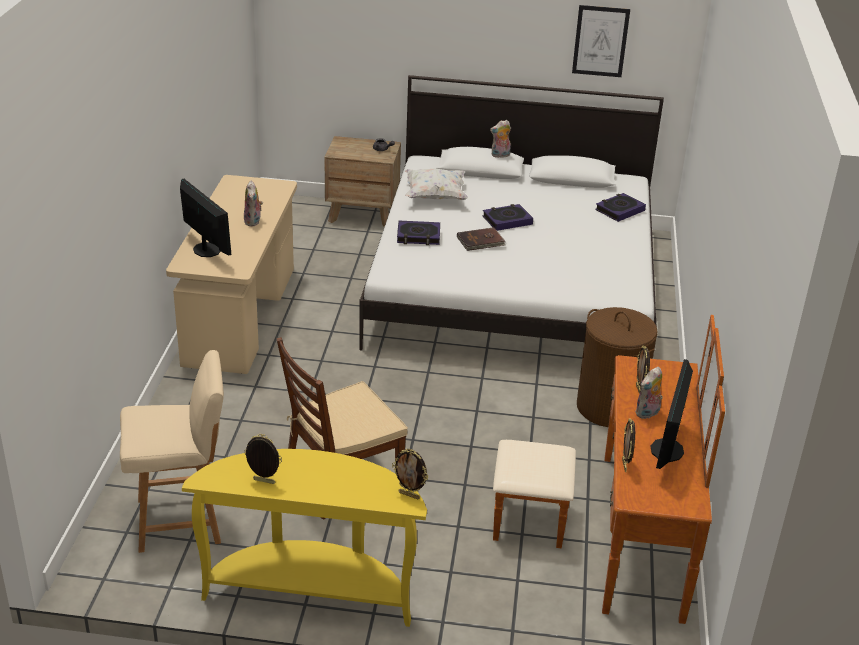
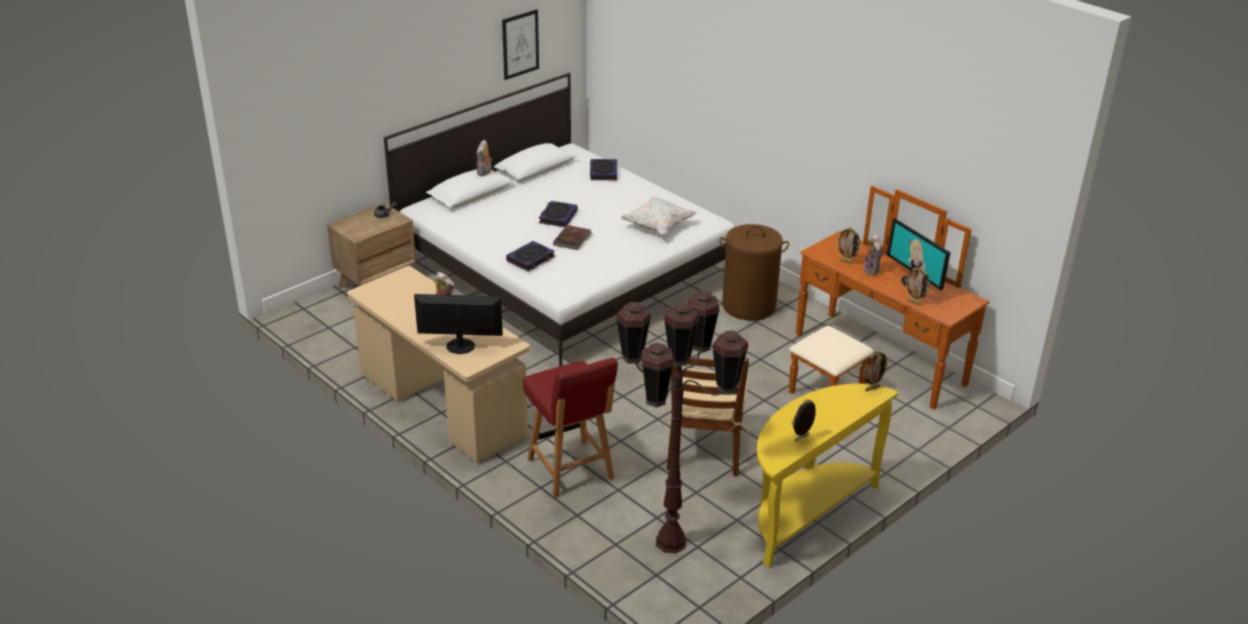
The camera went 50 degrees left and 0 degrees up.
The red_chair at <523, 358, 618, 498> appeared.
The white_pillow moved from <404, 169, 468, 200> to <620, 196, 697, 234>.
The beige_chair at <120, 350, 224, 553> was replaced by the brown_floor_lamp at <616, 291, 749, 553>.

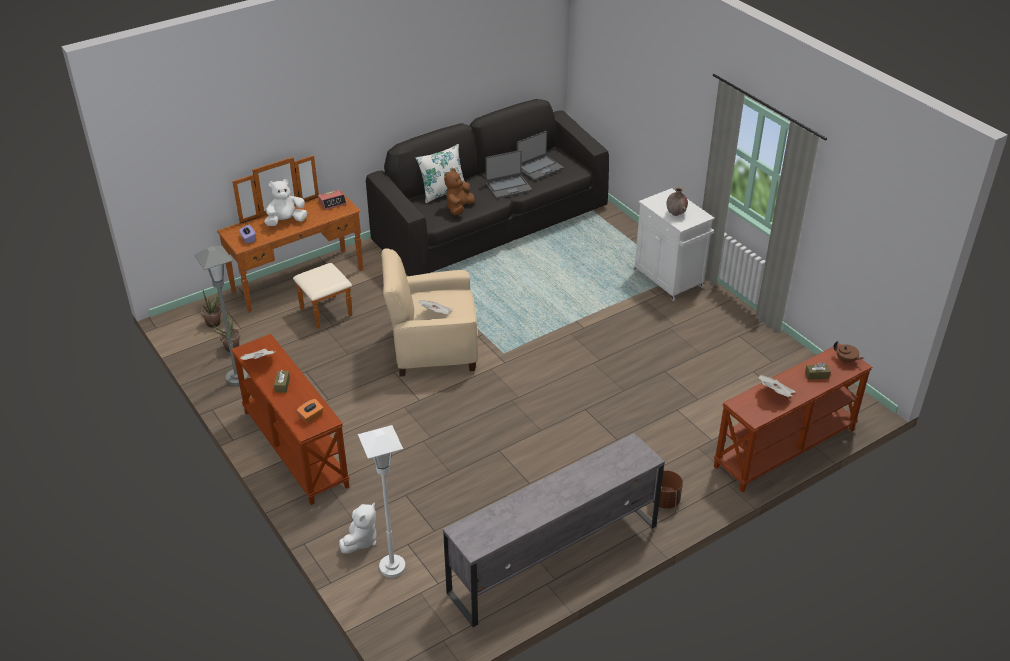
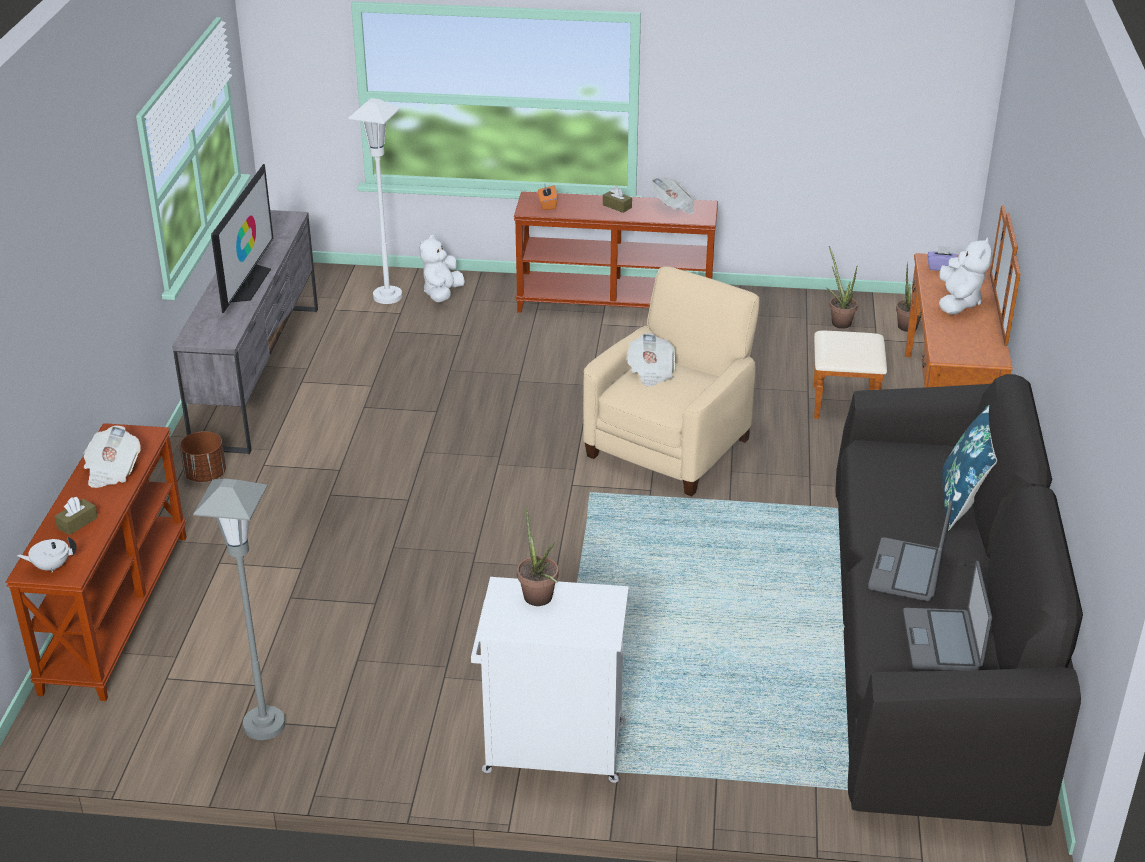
The camera went 130 degrees right and 5 degrees down.
The alarm_clock at <318, 190, 347, 210> disappeared.
The brown_plush_toy at <444, 168, 475, 215> disappeared.
The television at <211, 164, 274, 313> appeared.
The grey_floor_lamp moved from <194, 245, 248, 386> to <193, 479, 285, 740>.
The brown_vase at <666, 187, 688, 216> was replaced by the potted_plant at <517, 507, 558, 606>.
The white_pillow at <415, 144, 465, 203> became the blue_pillow at <942, 405, 997, 531>.
The brown_teapot at <833, 341, 864, 363> became the white_teapot at <17, 537, 76, 573>.
The white_plush_toy at <339, 502, 377, 554> turned 45 degrees clockwise.

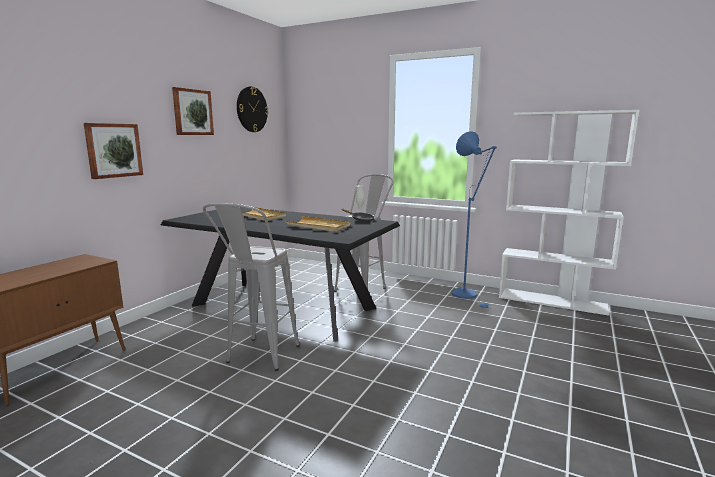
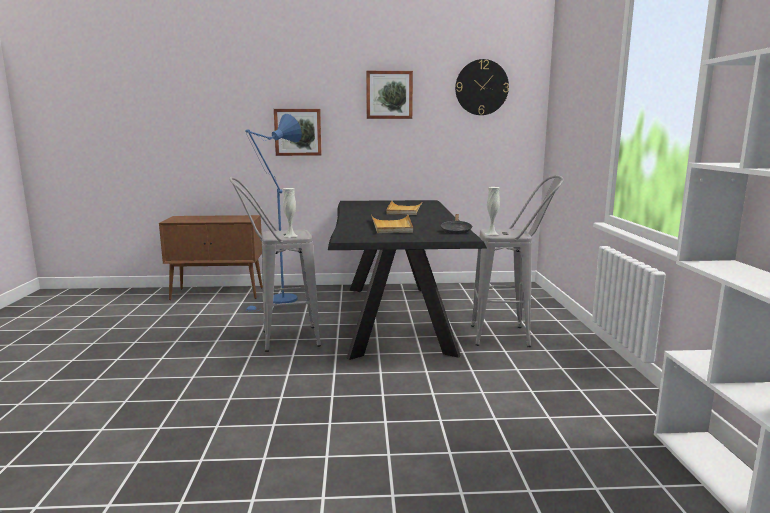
The camera went 60 degrees right and 0 degrees up.
The white_vase at <283, 188, 297, 238> appeared.
The blue_floor_lamp moved from <451, 131, 497, 309> to <246, 114, 302, 312>.

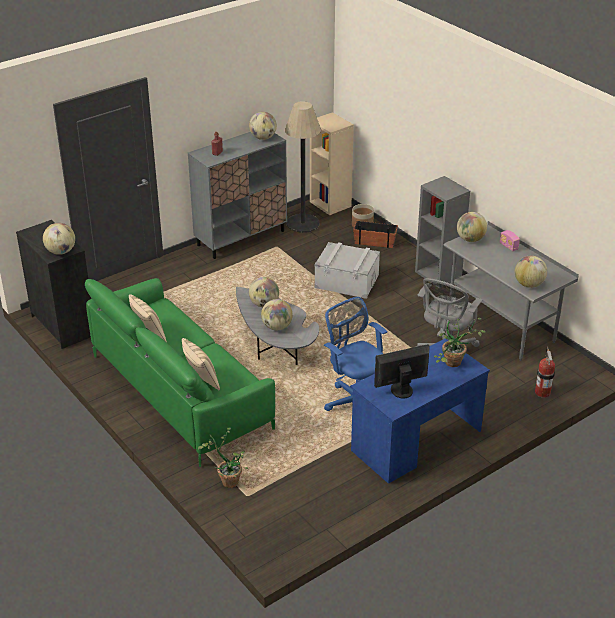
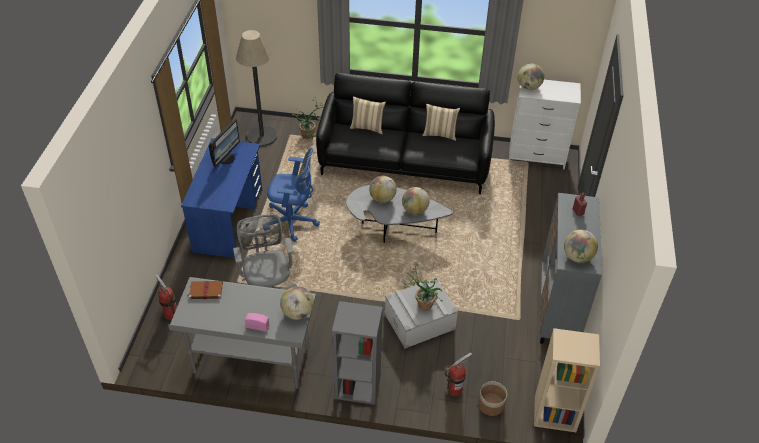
The camera went 135 degrees right and 10 degrees up.
The floor_lamp moved from <285, 101, 321, 233> to <236, 30, 277, 146>.
The potted_plant moved from <434, 318, 486, 367> to <403, 261, 442, 311>.
The planter at <353, 221, 398, 248> was replaced by the fire_extinguisher at <445, 352, 472, 396>.
The globe at <515, 256, 547, 288> was replaced by the brown_book at <187, 281, 223, 300>.
The black_dresser at <16, 220, 91, 349> became the white_dresser at <509, 80, 581, 169>.
The green_sofa at <85, 278, 275, 467> became the black_sofa at <316, 73, 495, 194>.

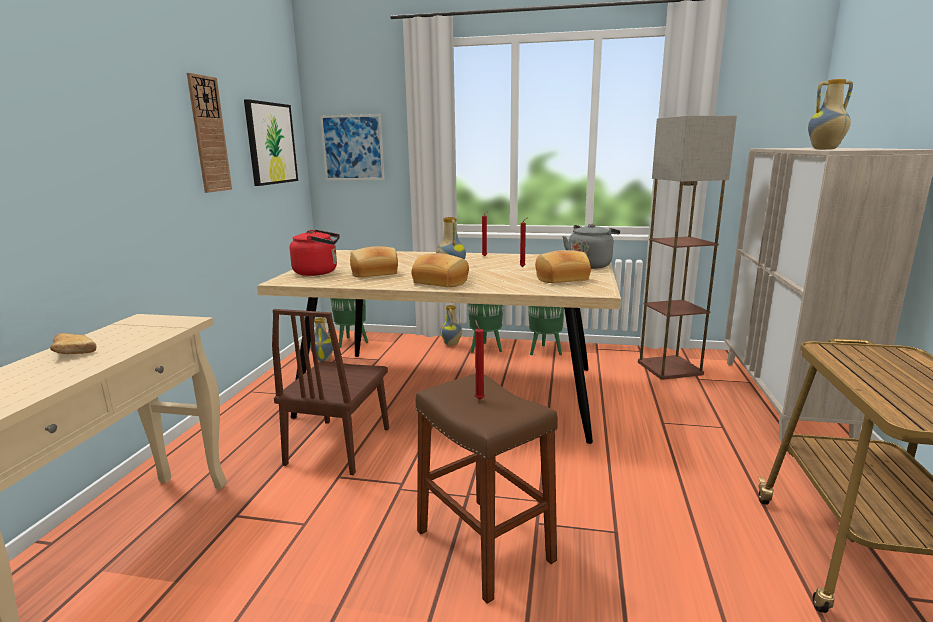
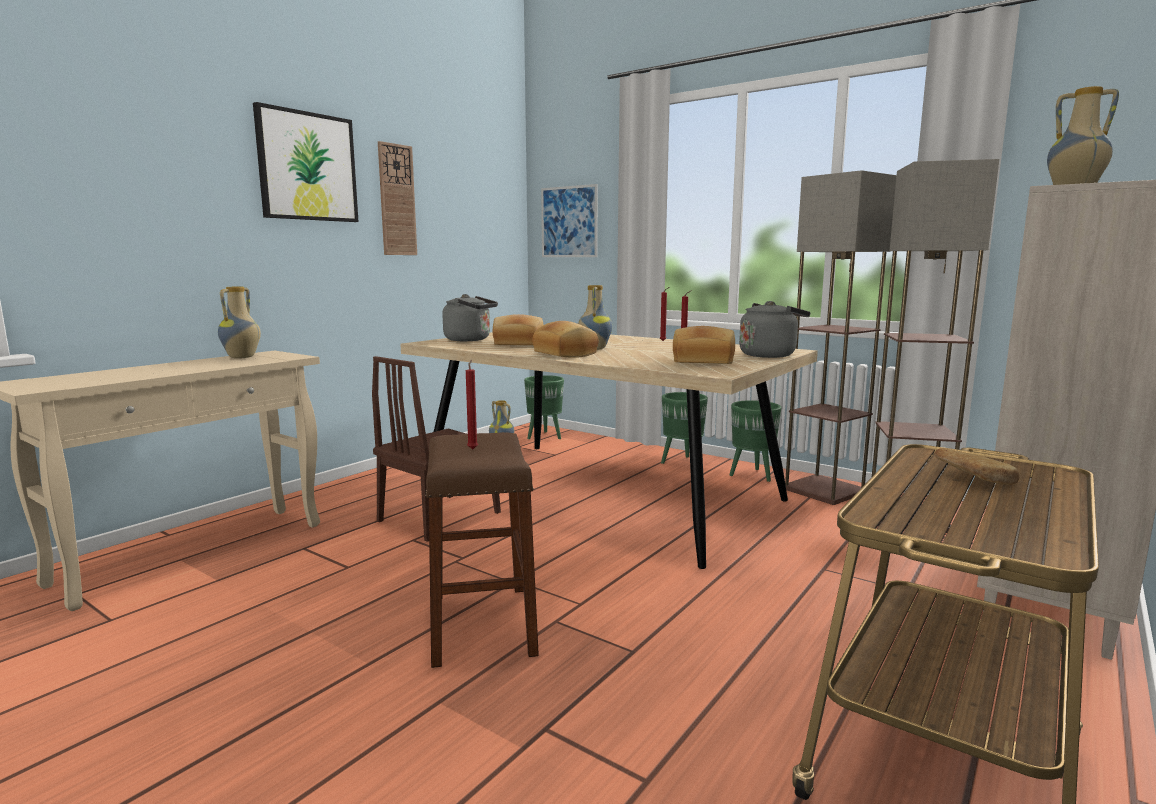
The camera went 25 degrees right and 5 degrees down.
The floor_lamp at <785, 170, 897, 505> appeared.
The bread moved from <50, 333, 97, 354> to <934, 448, 1020, 485>.
The picture moved from <244, 99, 298, 186> to <253, 102, 359, 222>.
The vase moved from <440, 305, 462, 346> to <218, 287, 261, 358>.
The red_kettle at <290, 230, 340, 276> became the grey_kettle at <442, 294, 498, 341>.

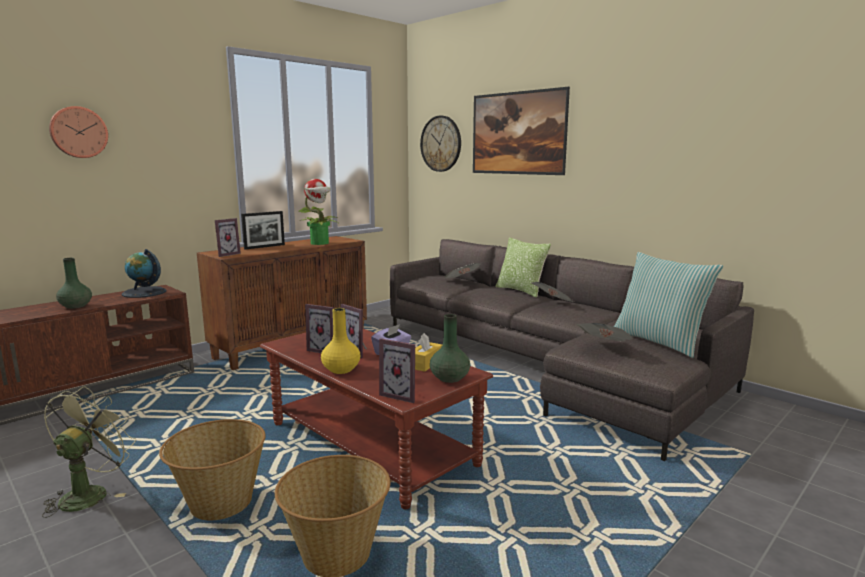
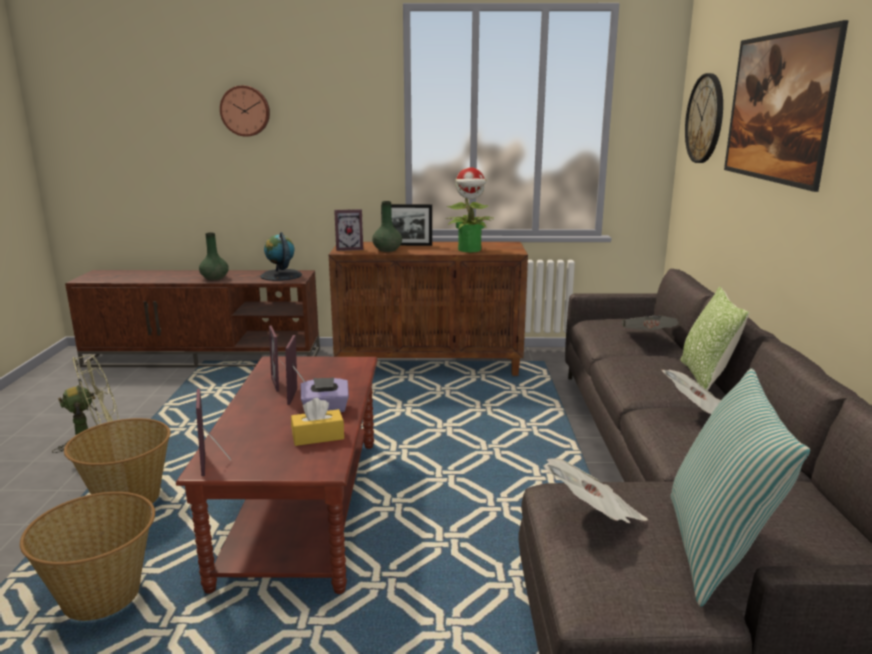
The camera went 45 degrees right and 5 degrees up.
The yellow_vase at <321, 308, 360, 374> disappeared.
The green_vase moved from <430, 314, 470, 383> to <372, 201, 402, 252>.

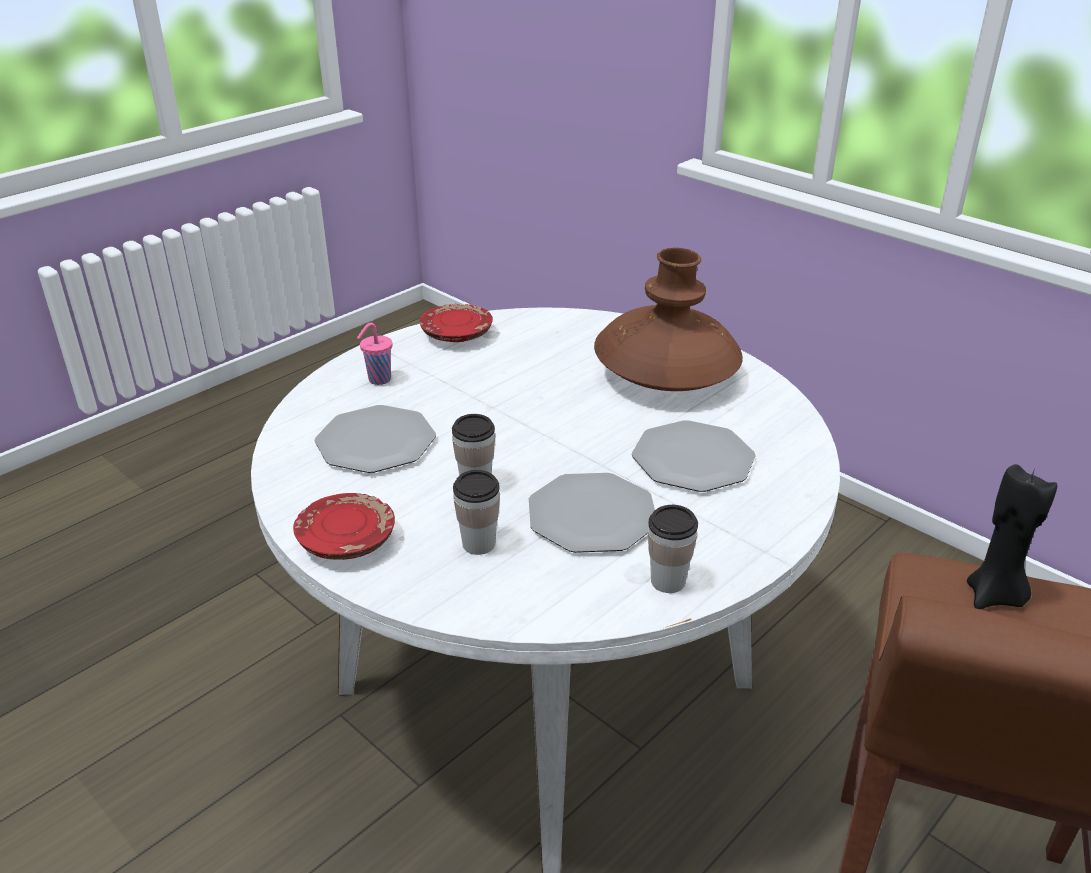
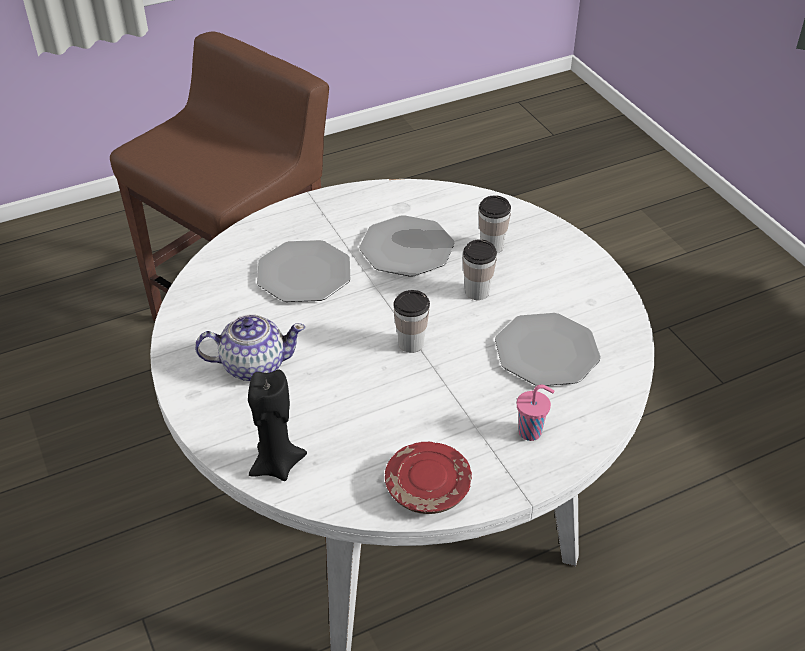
The camera went 160 degrees left and 10 degrees up.
The red_plate at <293, 493, 395, 560> disappeared.
The cup moved from <648, 505, 698, 593> to <393, 290, 430, 353>.
The black_candle moved from <967, 464, 1057, 609> to <248, 370, 307, 481>.
The brown_vase at <594, 248, 743, 391> was replaced by the teapot at <195, 314, 305, 381>.

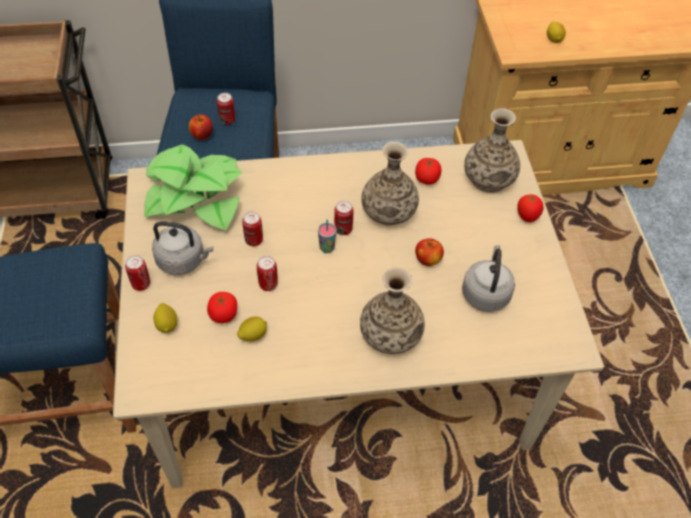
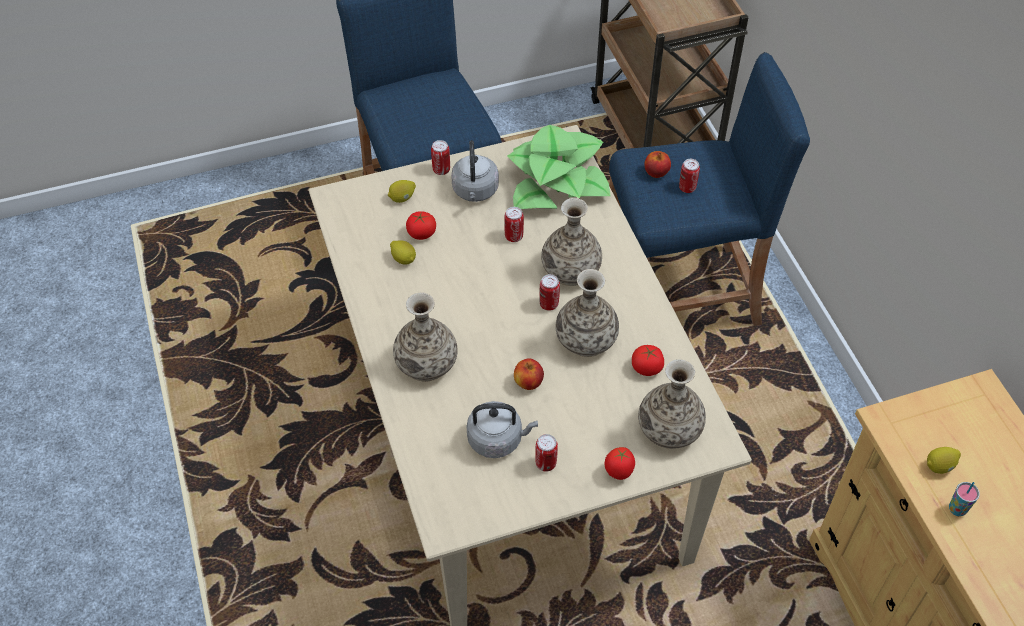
The camera went 80 degrees right and 0 degrees up.
The vase at <541, 198, 602, 286> appeared.
The can moved from <257, 256, 278, 291> to <535, 434, 558, 472>.
The cup moved from <318, 219, 337, 253> to <949, 482, 980, 516>.

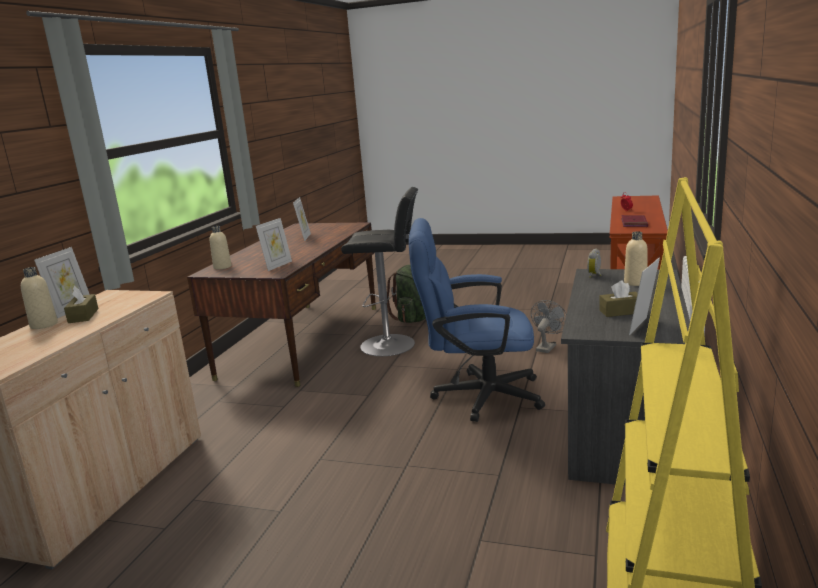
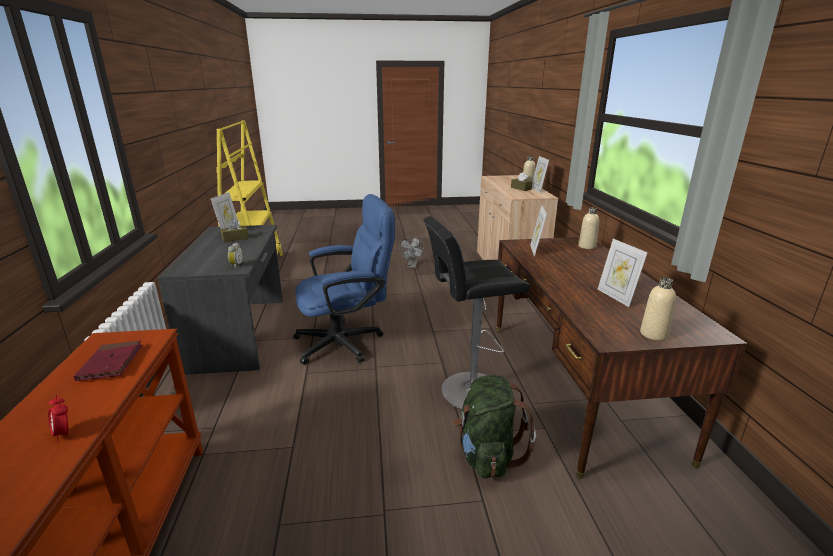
The camera went 155 degrees right and 5 degrees up.
The grey_fan moved from <531, 300, 566, 353> to <399, 236, 424, 268>.
The beige_bottle moved from <624, 231, 648, 286> to <640, 277, 676, 341>.

